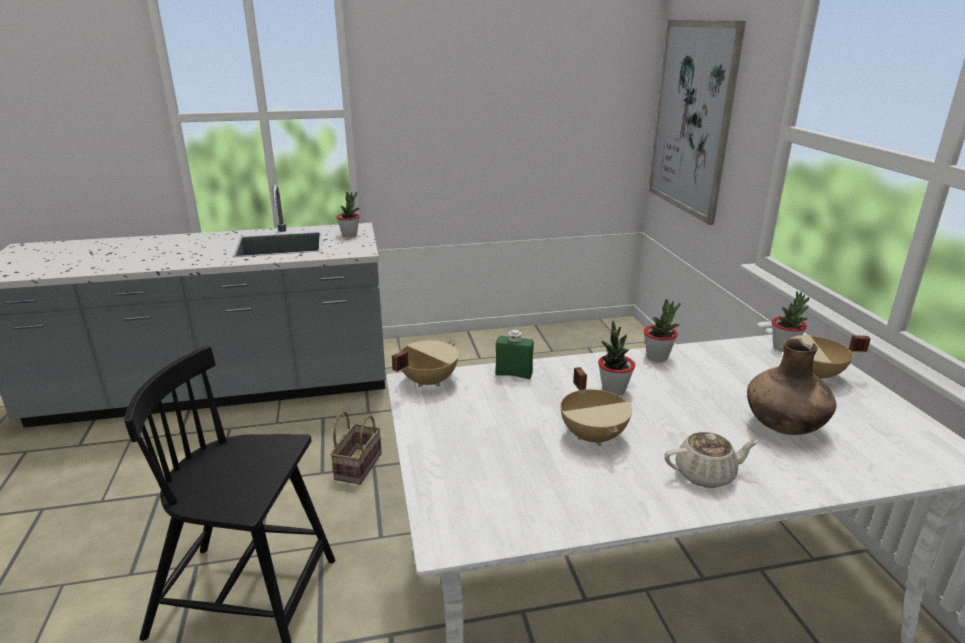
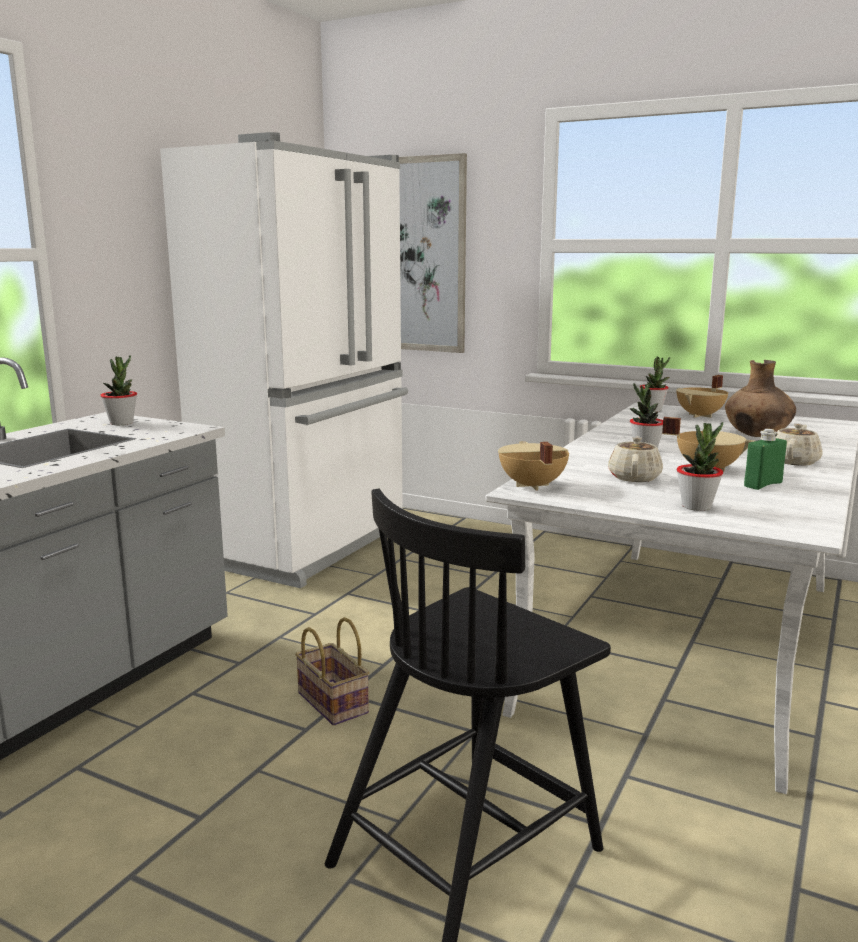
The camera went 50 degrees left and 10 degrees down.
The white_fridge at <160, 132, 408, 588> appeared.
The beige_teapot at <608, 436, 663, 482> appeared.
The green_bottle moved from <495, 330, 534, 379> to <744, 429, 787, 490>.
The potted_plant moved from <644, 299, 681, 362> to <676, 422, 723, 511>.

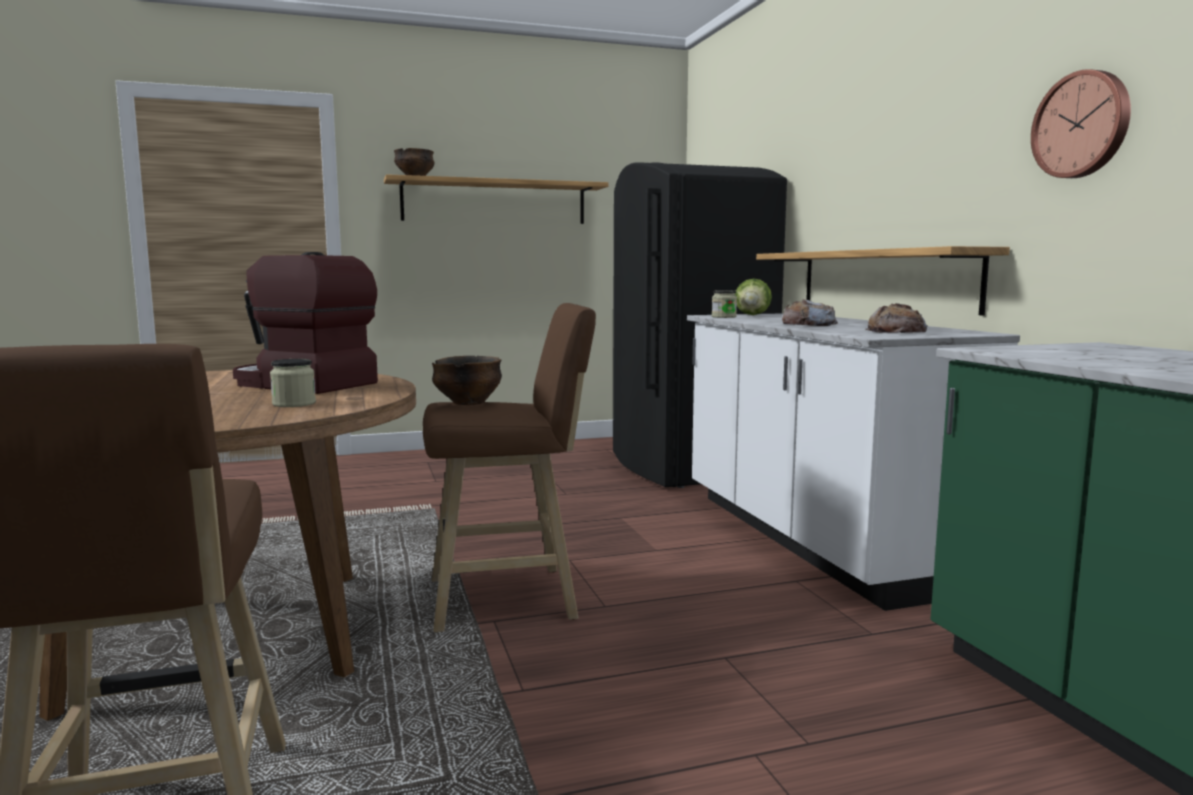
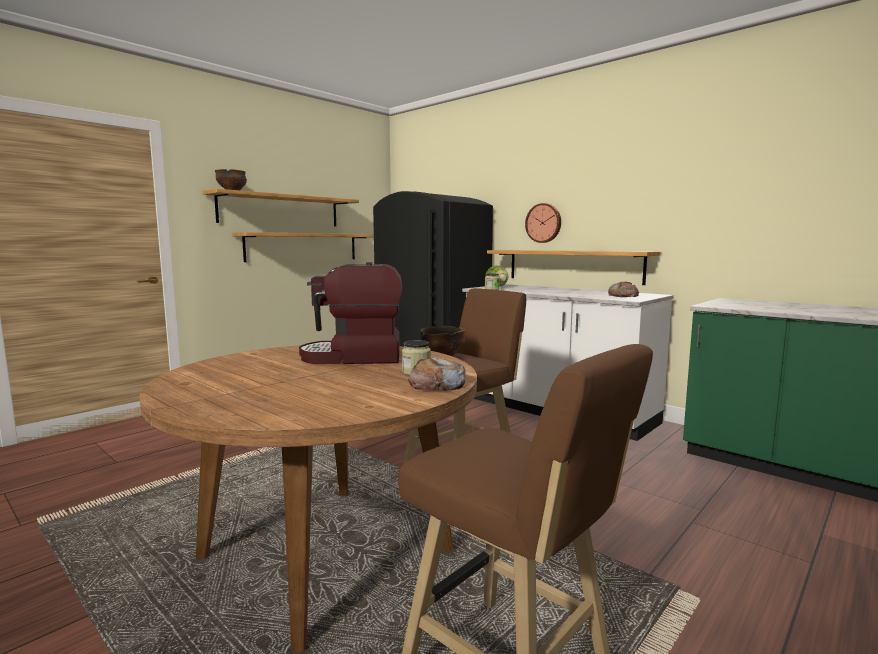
The camera went 30 degrees left and 0 degrees up.
The shelf at <231, 232, 374, 262> appeared.
The bread moved from <782, 299, 838, 326> to <408, 357, 466, 391>.
The wall_clock moved from <1031, 69, 1131, 178> to <525, 203, 561, 243>.

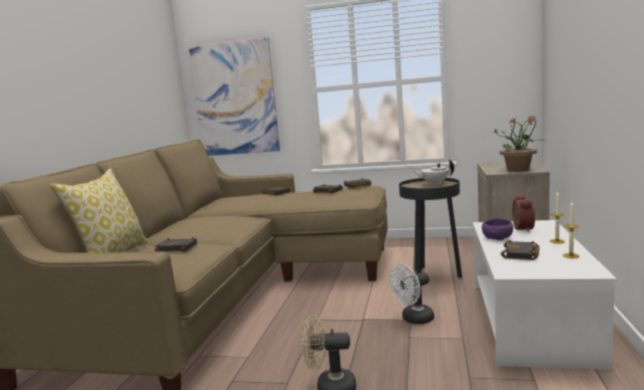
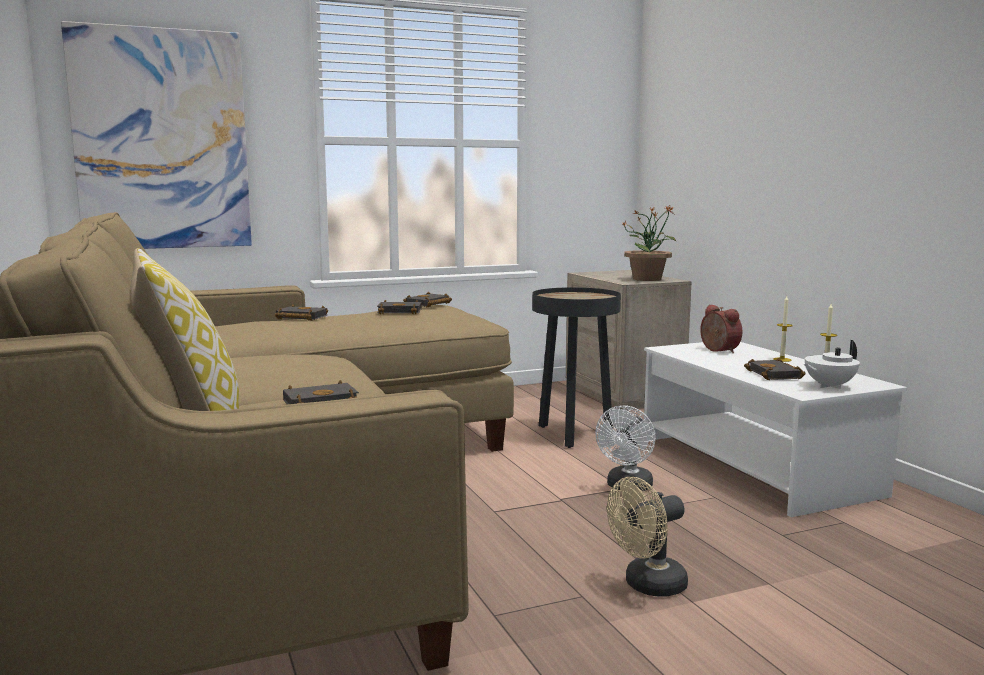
The camera went 35 degrees left and 0 degrees up.
The purple_bowl at <482, 218, 513, 240> disappeared.
The white_teapot moved from <413, 159, 454, 185> to <804, 340, 860, 389>.

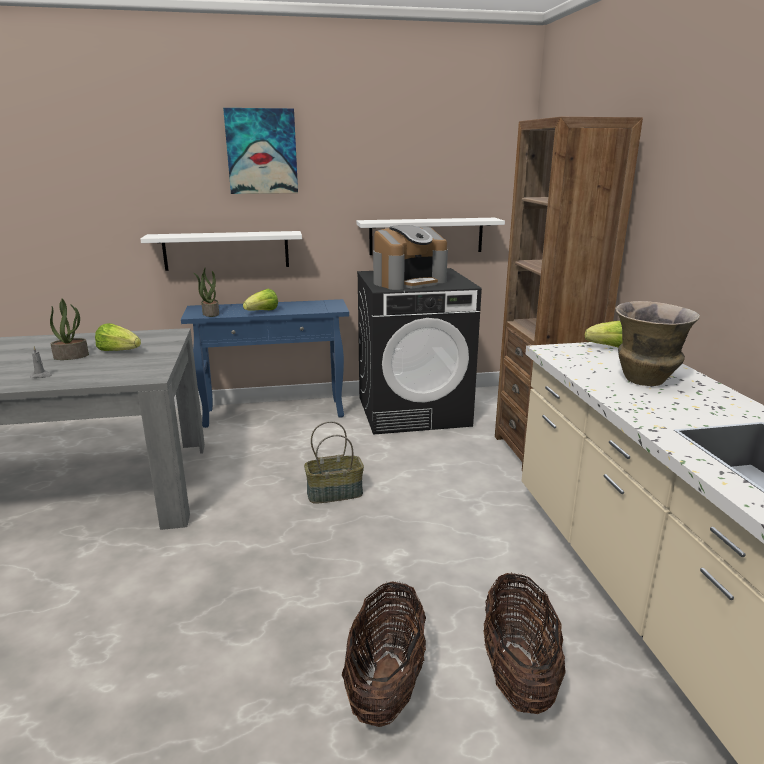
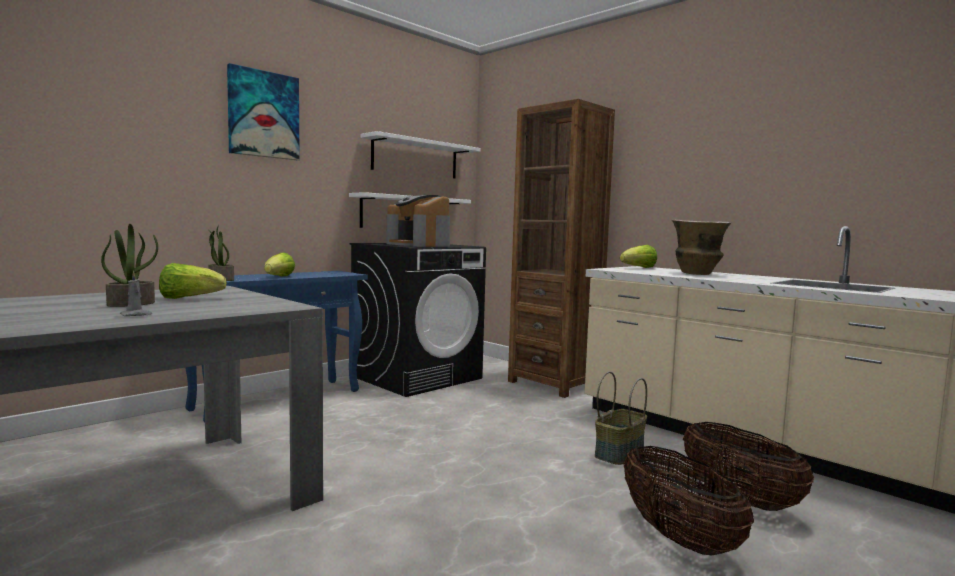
The camera went 35 degrees left and 15 degrees down.
The white_shelf moved from <140, 231, 302, 271> to <360, 131, 481, 178>.
The basket moved from <304, 421, 364, 504> to <595, 371, 647, 465>.
The coffee_machine at <373, 225, 448, 290> turned 120 degrees clockwise.

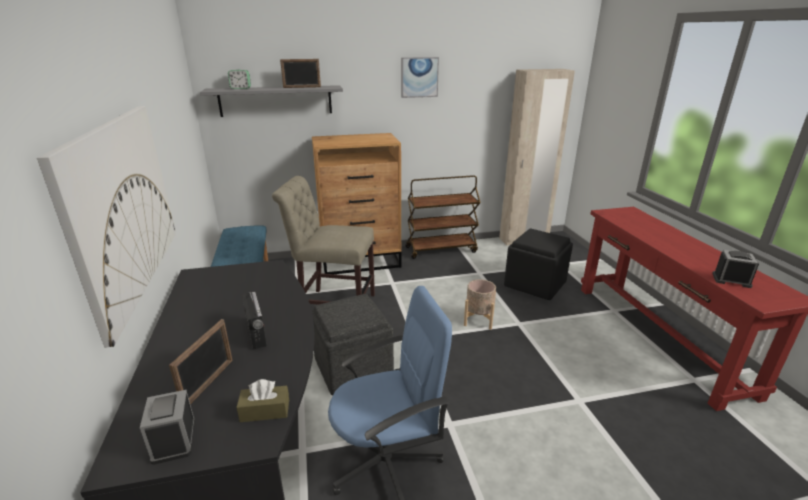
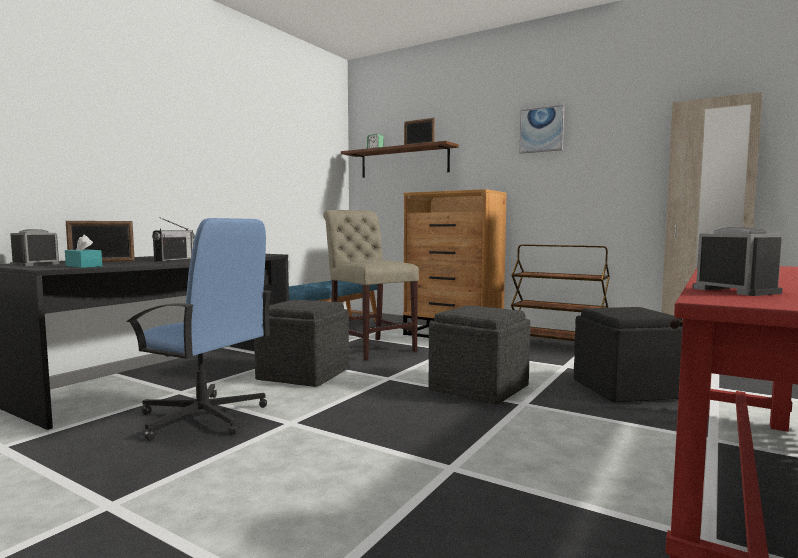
The camera went 45 degrees right and 20 degrees down.
The picture at <37, 106, 176, 348> disappeared.
The beige_planter at <464, 279, 496, 330> was replaced by the grey_ottoman at <428, 305, 530, 404>.
The grey_shelf at <200, 85, 343, 117> became the brown_shelf at <341, 141, 459, 178>.
The brown_tissue_box at <236, 379, 289, 422> became the turquoise_tissue_box at <65, 235, 102, 268>.

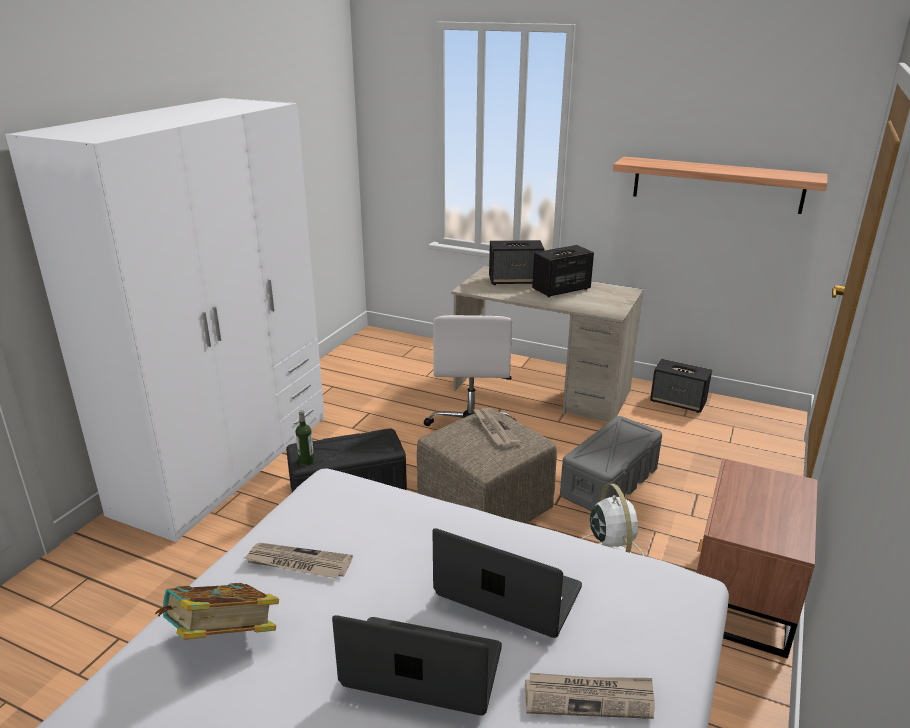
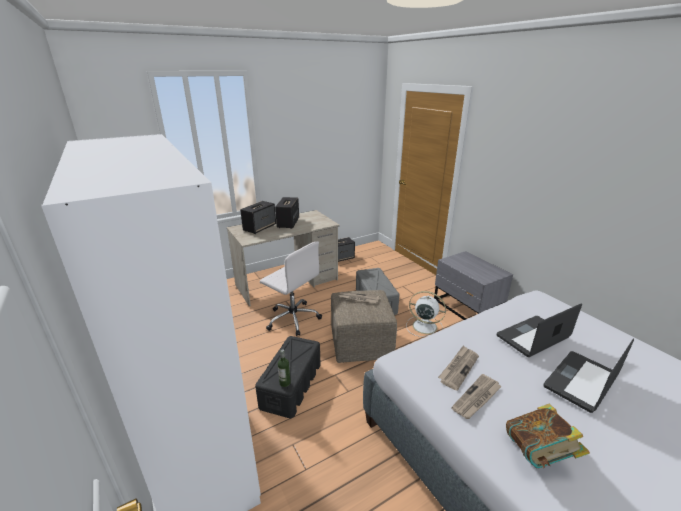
The camera went 55 degrees left and 0 degrees up.
The shelf at <613, 157, 828, 214> disappeared.
The newspaper moved from <525, 673, 655, 719> to <438, 345, 479, 391>.
The brown_nightstand at <697, 458, 818, 659> became the grey_nightstand at <434, 251, 513, 320>.

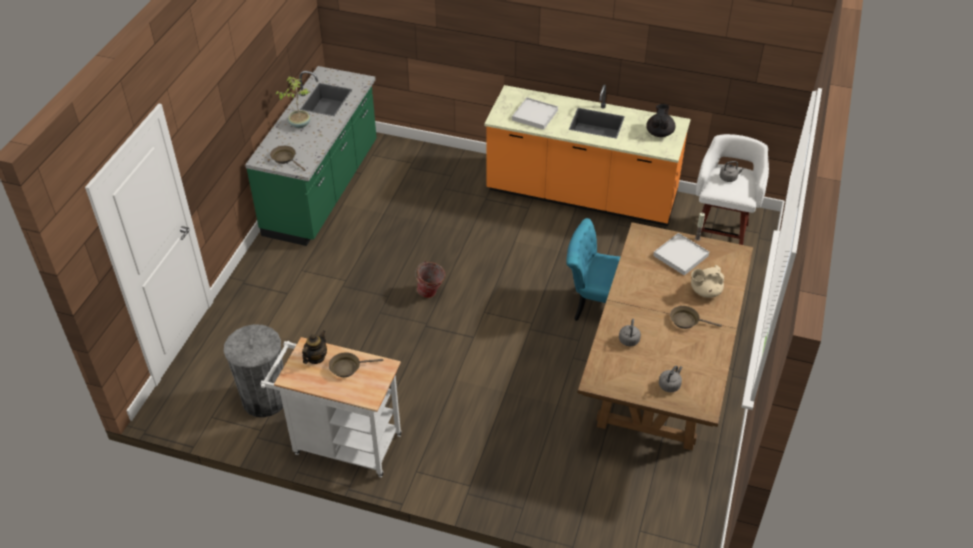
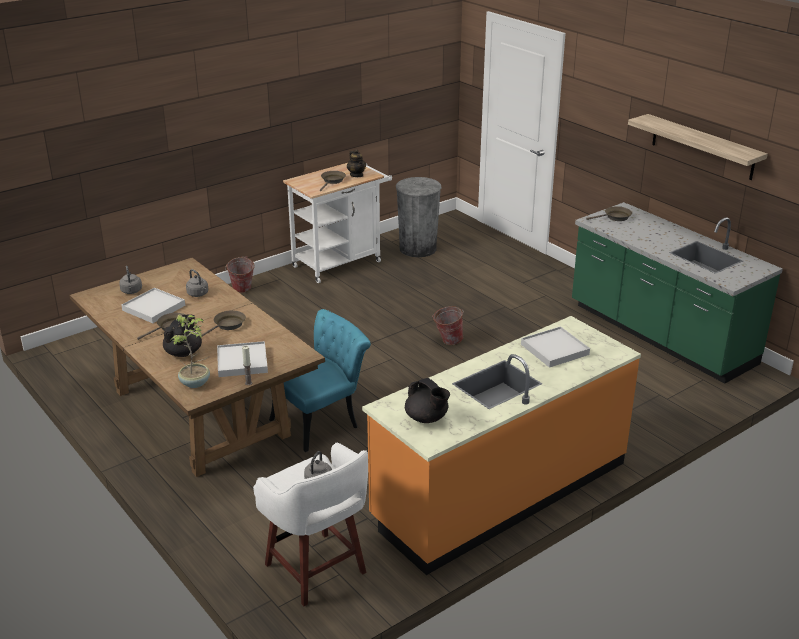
The camera went 125 degrees right and 15 degrees down.
The white_tray at <121, 288, 185, 323> appeared.
The brown_frying_pan at <201, 310, 246, 336> appeared.
The bucket at <225, 256, 255, 293> appeared.
The shelf at <628, 114, 768, 180> appeared.
The potted_plant moved from <275, 77, 310, 128> to <172, 314, 210, 388>.
The beige_teapot at <691, 265, 725, 298> became the black_teapot at <163, 315, 202, 357>.

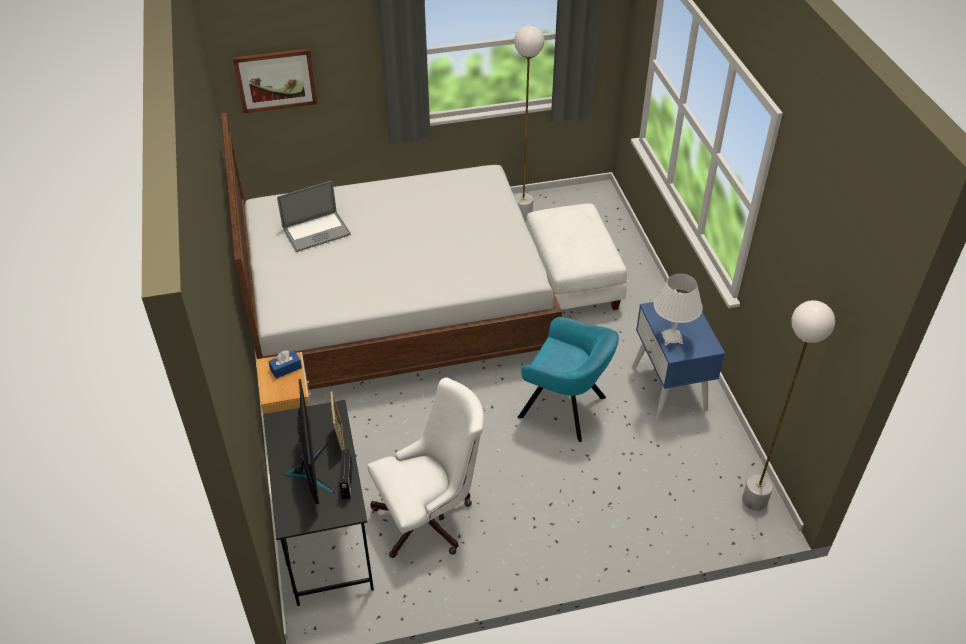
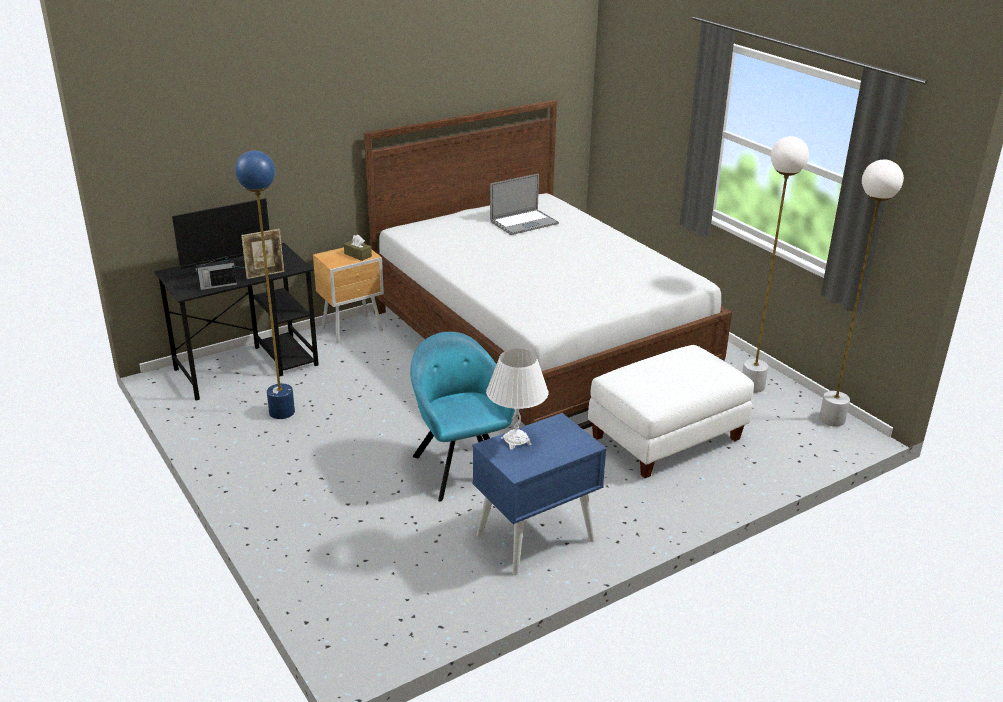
The camera went 70 degrees right and 15 degrees down.
The picture at <233, 48, 317, 113> disappeared.
The white_floor_lamp moved from <742, 300, 835, 511> to <819, 160, 904, 427>.
The white_office_chair at <368, 378, 484, 558> was replaced by the blue_floor_lamp at <235, 151, 295, 419>.
The blue_tissue_box at <268, 350, 302, 379> became the brown_tissue_box at <344, 235, 372, 261>.
The laptop at <277, 181, 351, 252> turned 75 degrees counterclockwise.
The turquoise_armchair at <518, 317, 619, 442> turned 150 degrees clockwise.

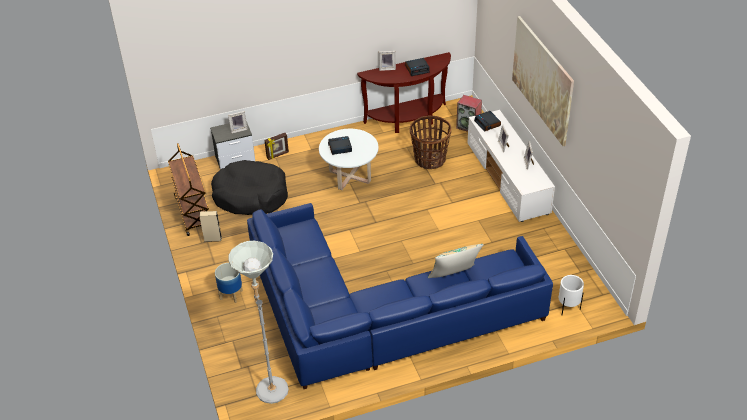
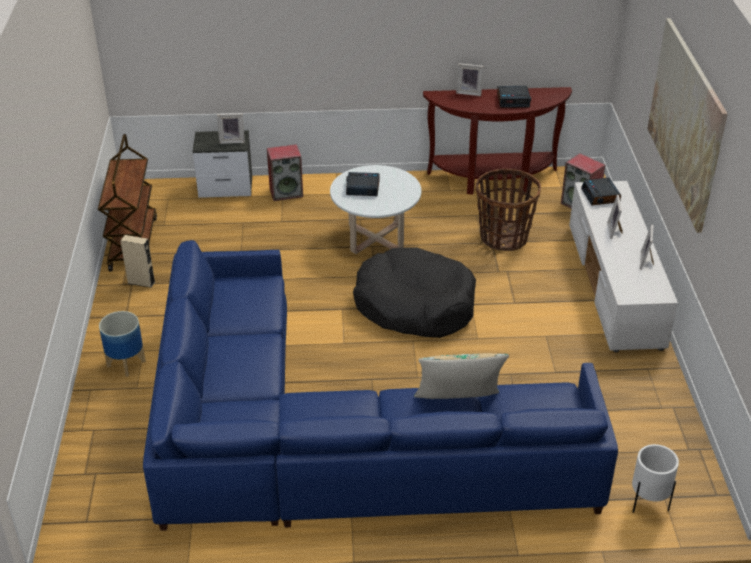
The camera went 15 degrees right and 5 degrees down.
The grey_floor_lamp at <228, 241, 289, 404> disappeared.
The black_dog_bed moved from <211, 160, 288, 215> to <353, 247, 476, 338>.
The picture_frame at <264, 133, 289, 160> was replaced by the speaker at <267, 144, 303, 201>.

